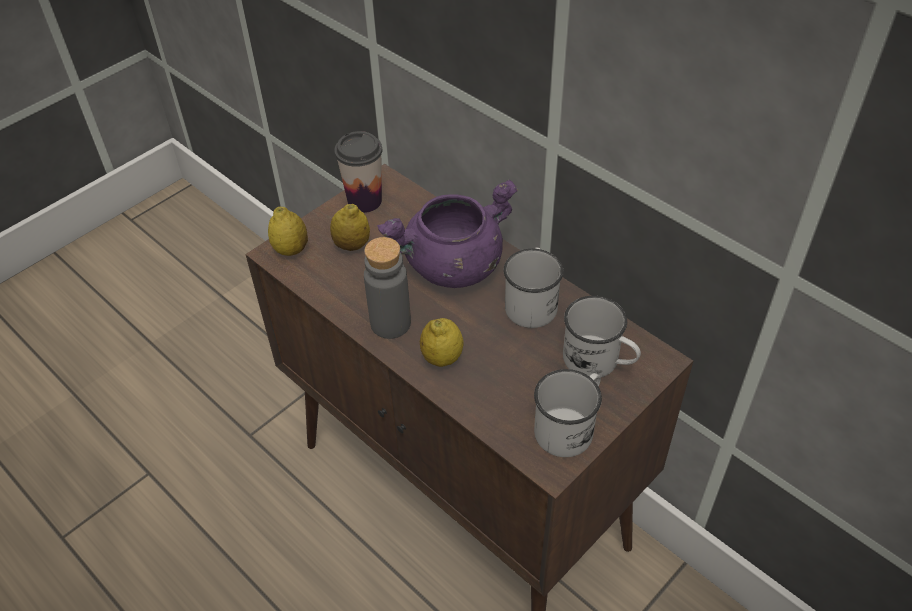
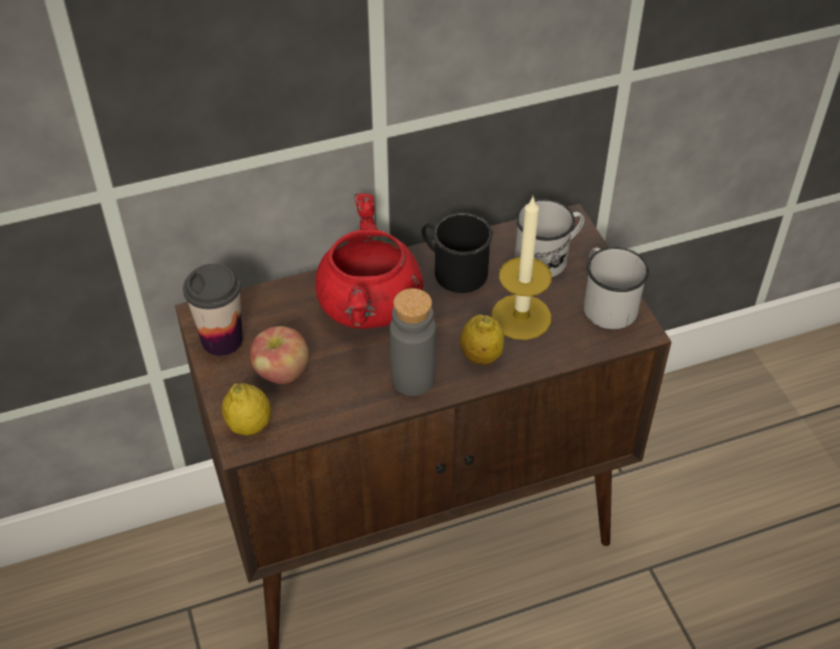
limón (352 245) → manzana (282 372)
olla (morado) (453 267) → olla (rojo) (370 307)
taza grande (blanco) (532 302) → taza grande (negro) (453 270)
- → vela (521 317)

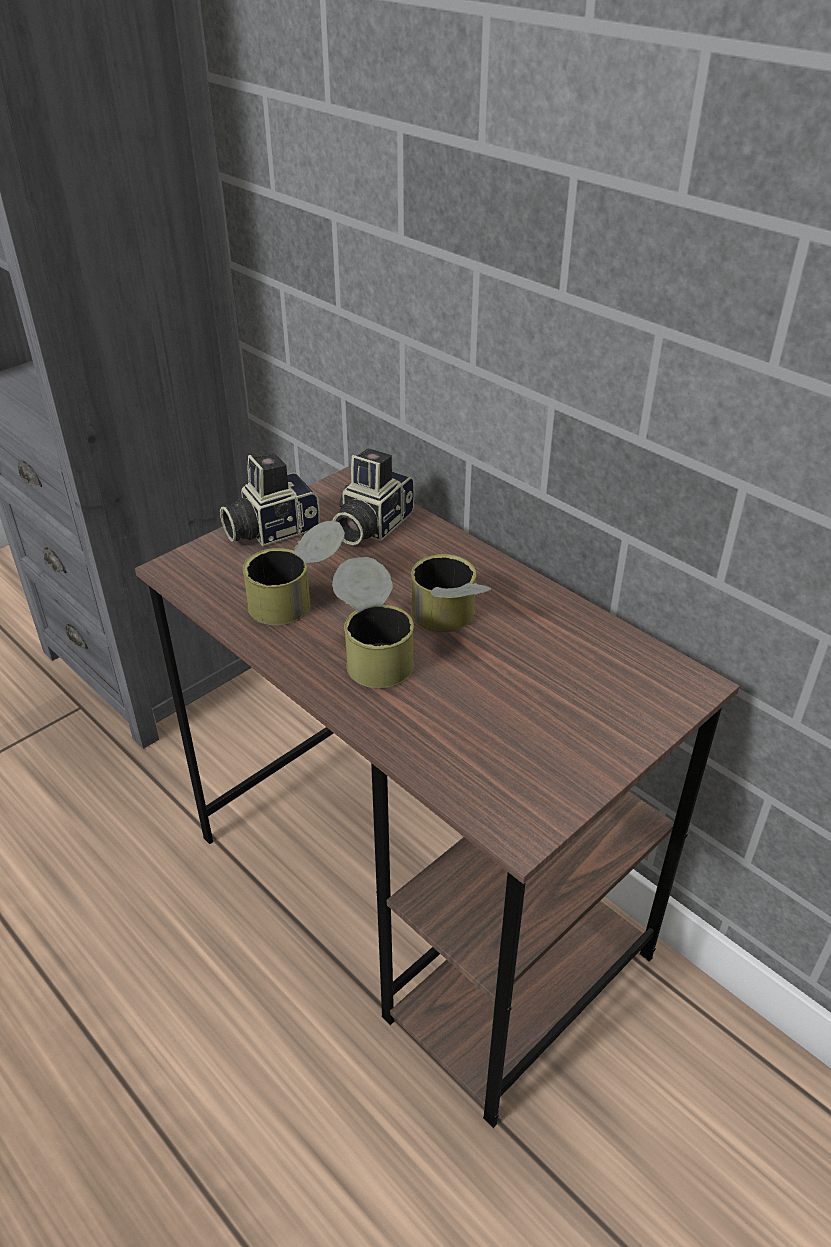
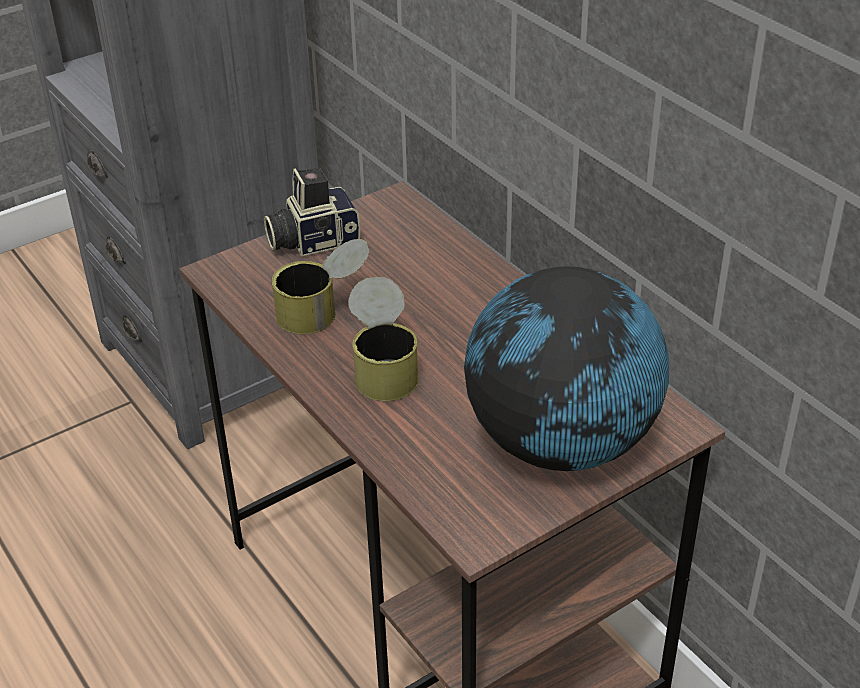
cámara (370 525) → -
lata (448 624) → -
- → globo terráqueo (561 443)

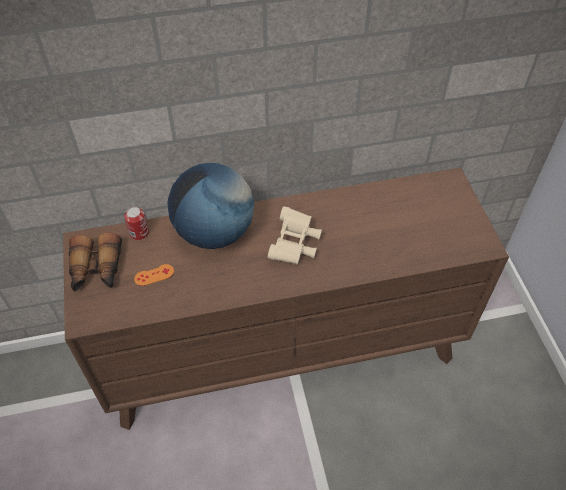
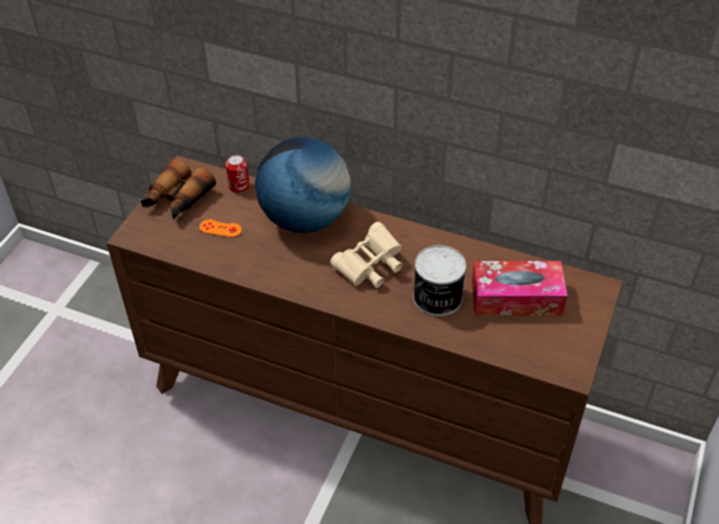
- → lata (437 298)
- → caja de pañuelos (516 297)

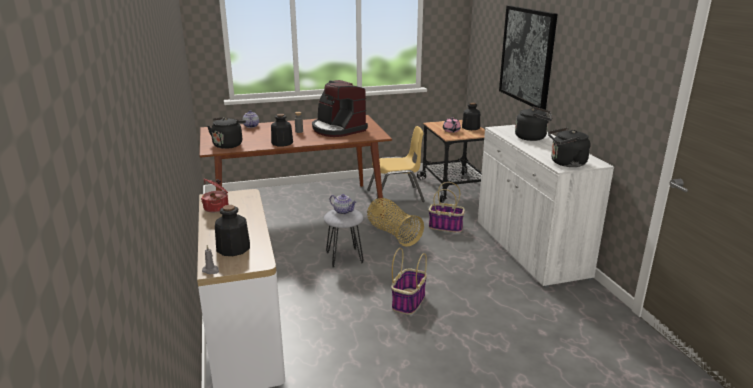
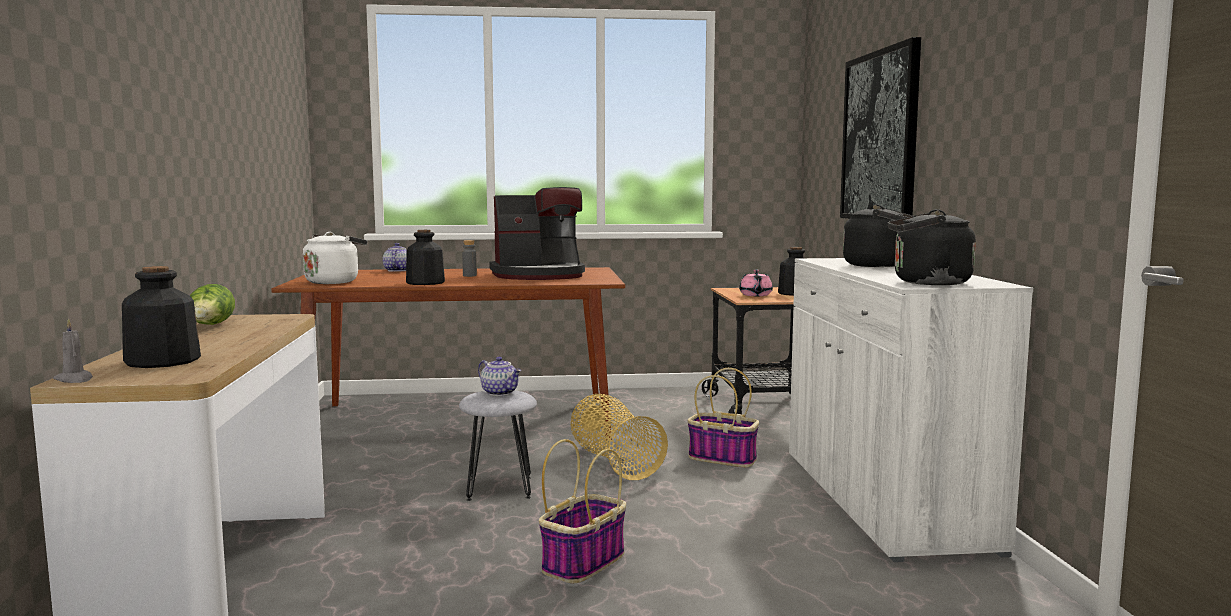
olla (217 208) → lechuga (210 326)
hervidor (negro) (228 145) → hervidor (blanco) (334 282)
cafetera (338 129) → cafetera (539 275), 75 degrees counterclockwise
silla (amarillo) (396 196) → -

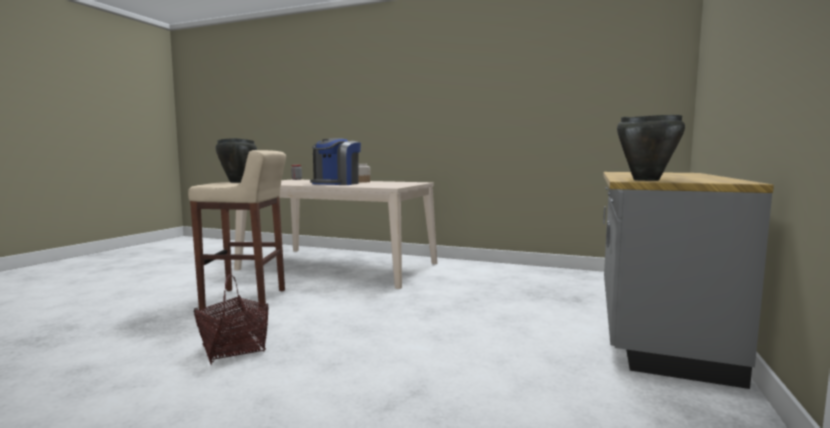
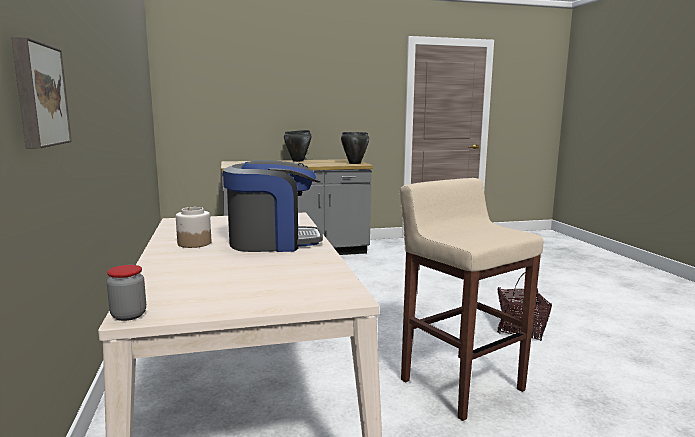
olla (negro) (237 182) → olla (negro) (298 161), shifted
- → cuadro (38 95)

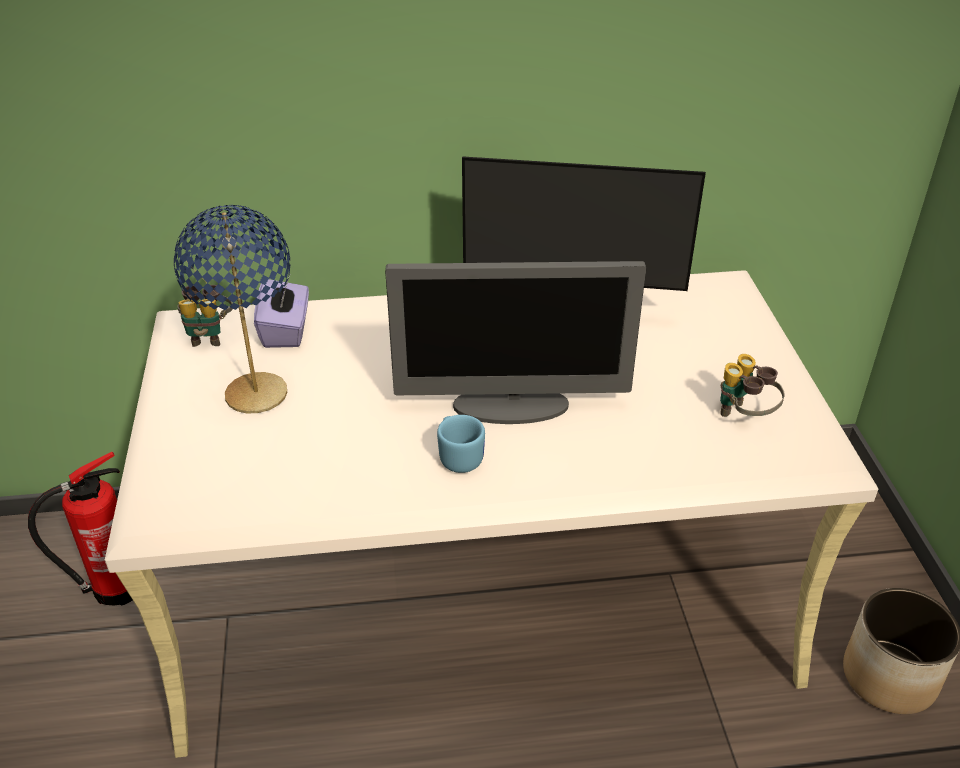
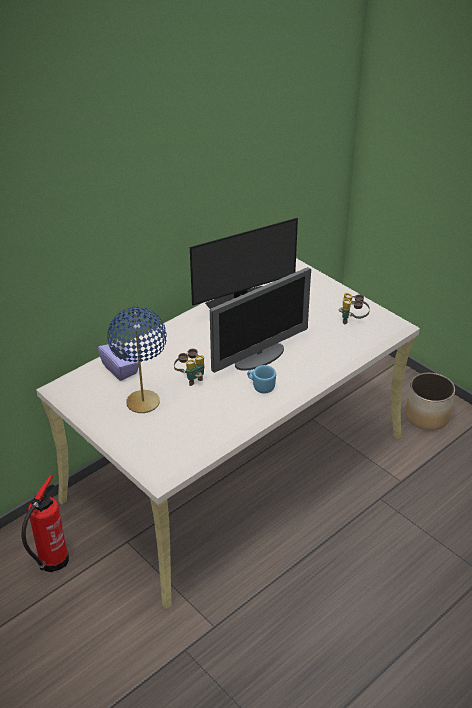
prismáticos (208 336) → prismáticos (191 378), shifted

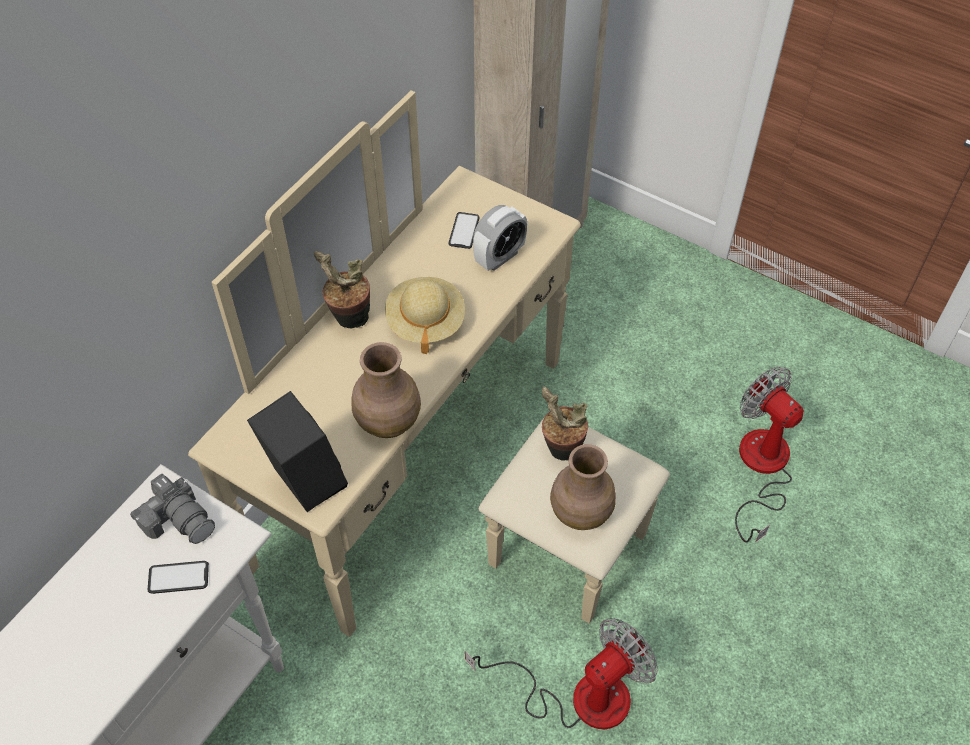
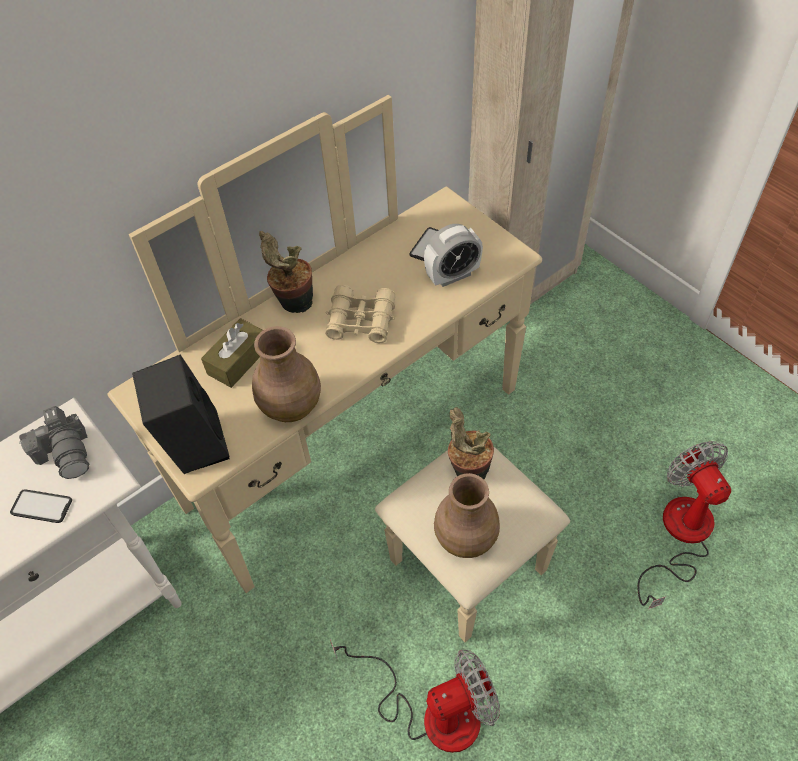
sombrero (beis) (425 322) → prismáticos (beis) (361 321)
- → caja de pañuelos (marrón) (238 360)

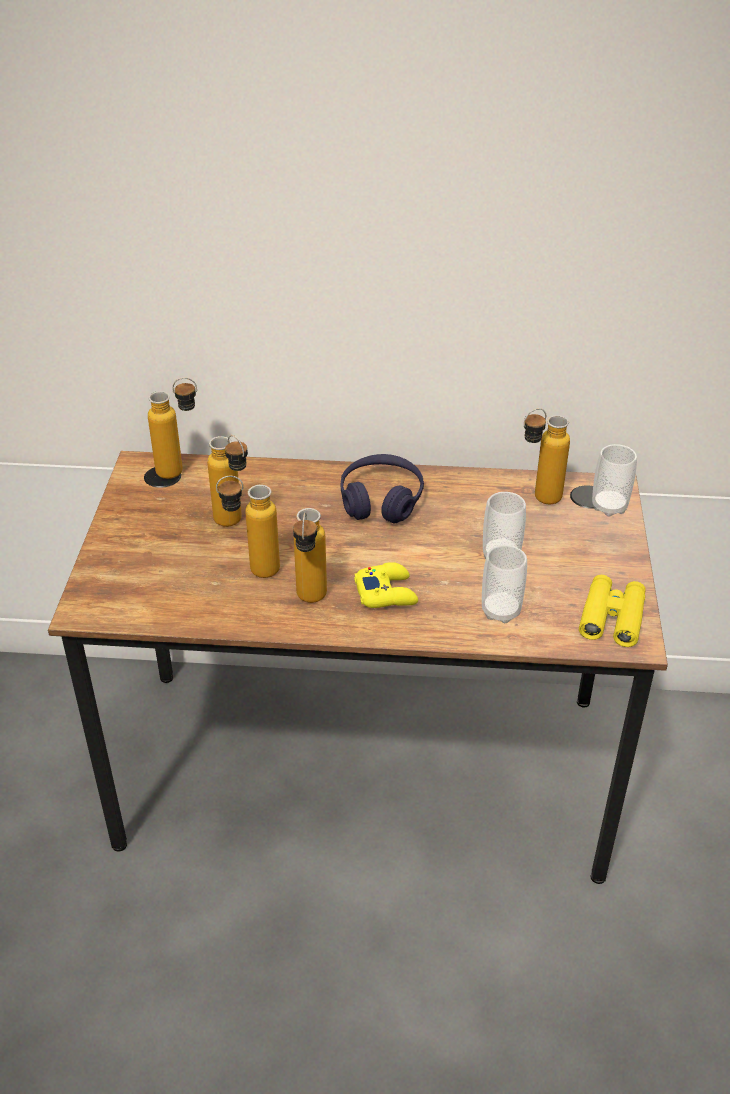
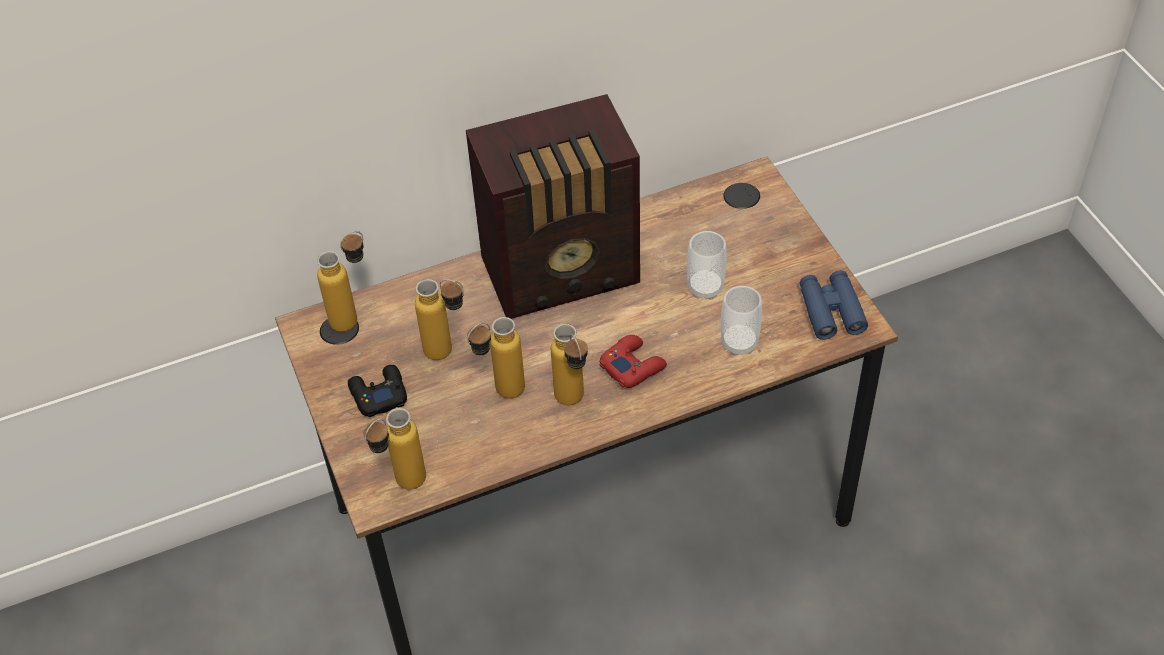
auriculares (morado) (381 500) → radio (564 272)
mando de consola (amarillo) (386 592) → mando de consola (rojo) (632 366)
botella (537 500) → botella (401 486), shifted
prismáticos (amarillo) (612 617) → prismáticos (azul) (831 310)
taza (609 506) → -
- → mando de consola (negro) (378 394)

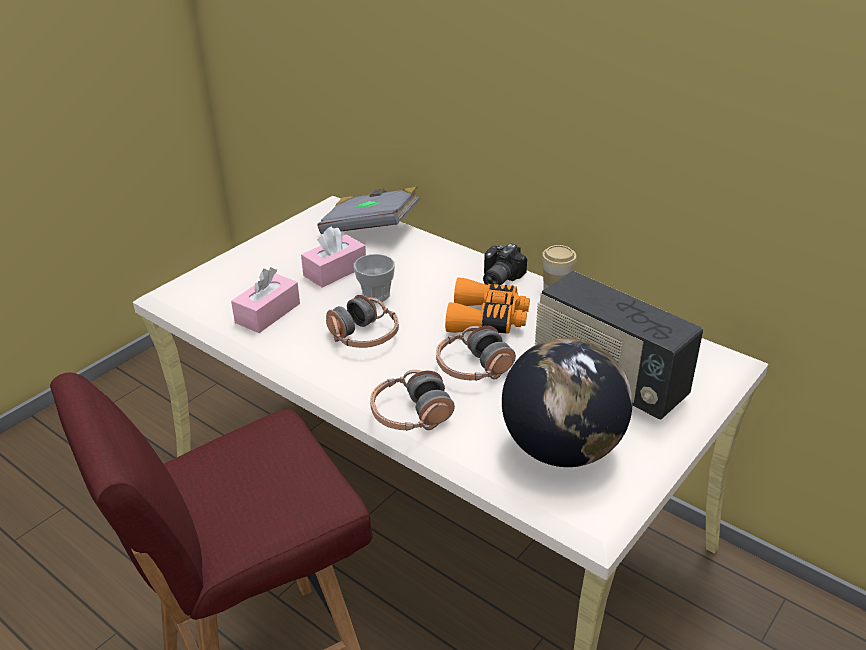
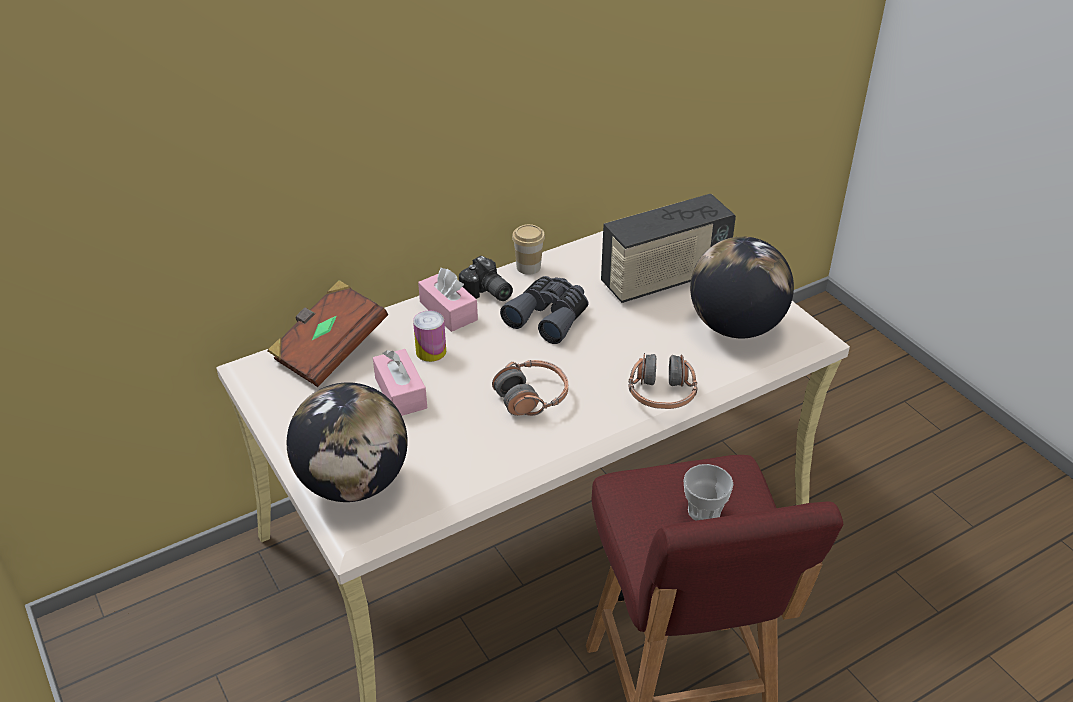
caja de pañuelos (rosa) (268 313) → caja de pañuelos (rosa) (448 311), shifted
libro (gris) (370 228) → libro (marrón) (329 350)
taza (376 295) → taza (704 511), shifted
auriculares (473 367) → -
prismáticos (naranja) (487 319) → prismáticos (gris) (549 316)
- → globo terráqueo (353 483)
- → lata (431 351)

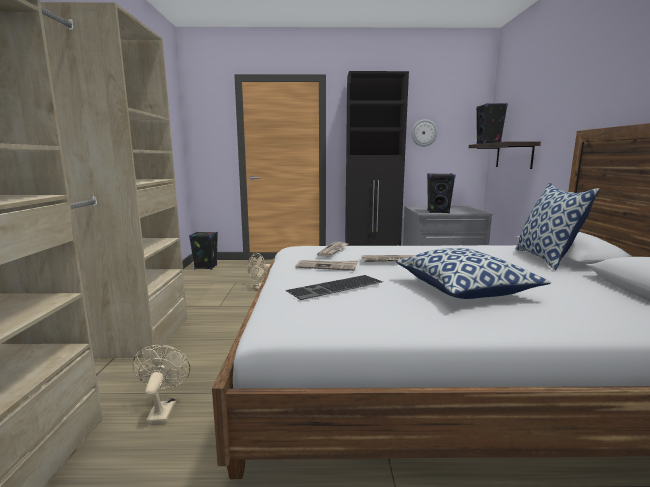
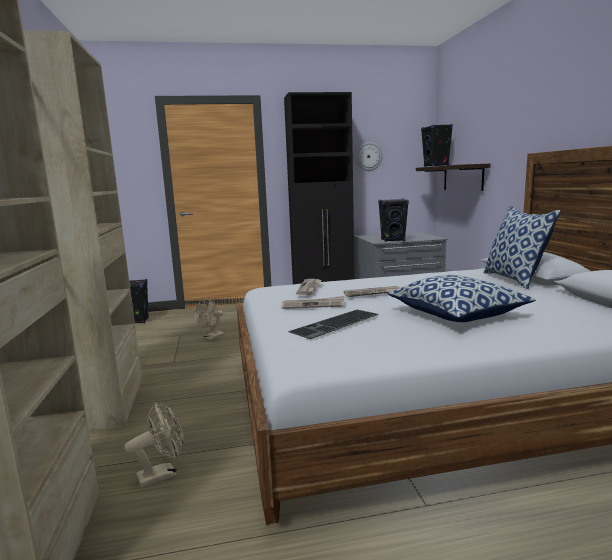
ventilador (beis) (163 410) → ventilador (beis) (163 474), 75 degrees clockwise

